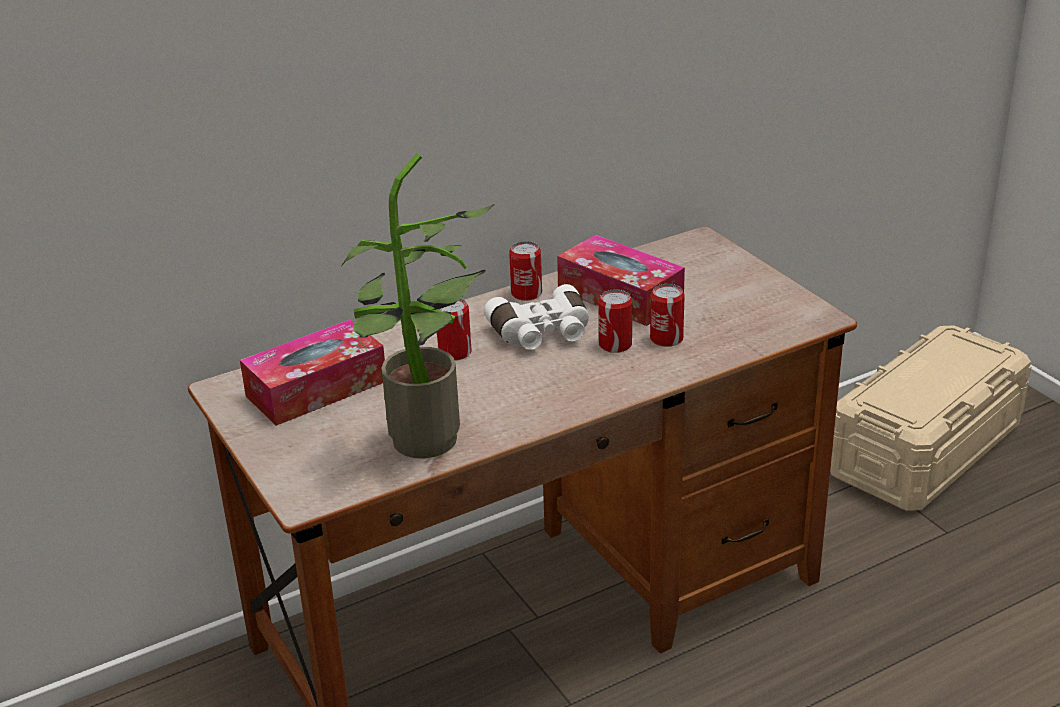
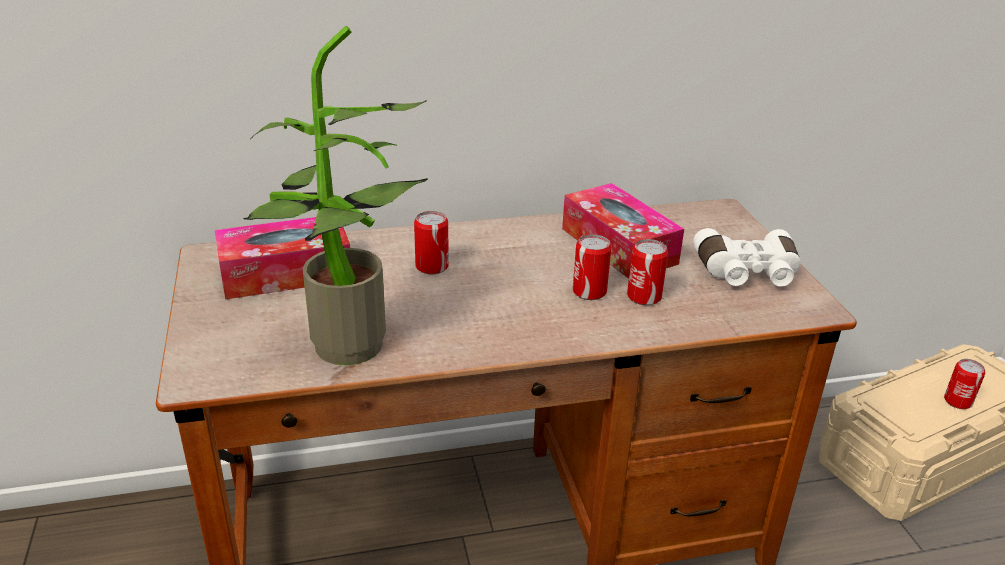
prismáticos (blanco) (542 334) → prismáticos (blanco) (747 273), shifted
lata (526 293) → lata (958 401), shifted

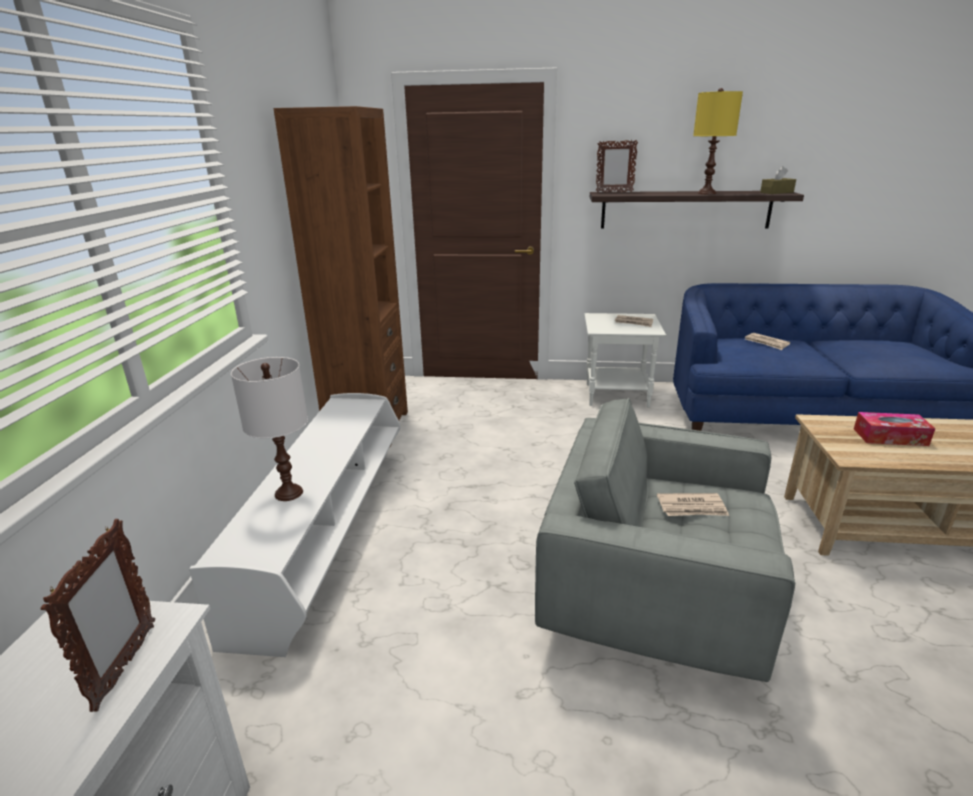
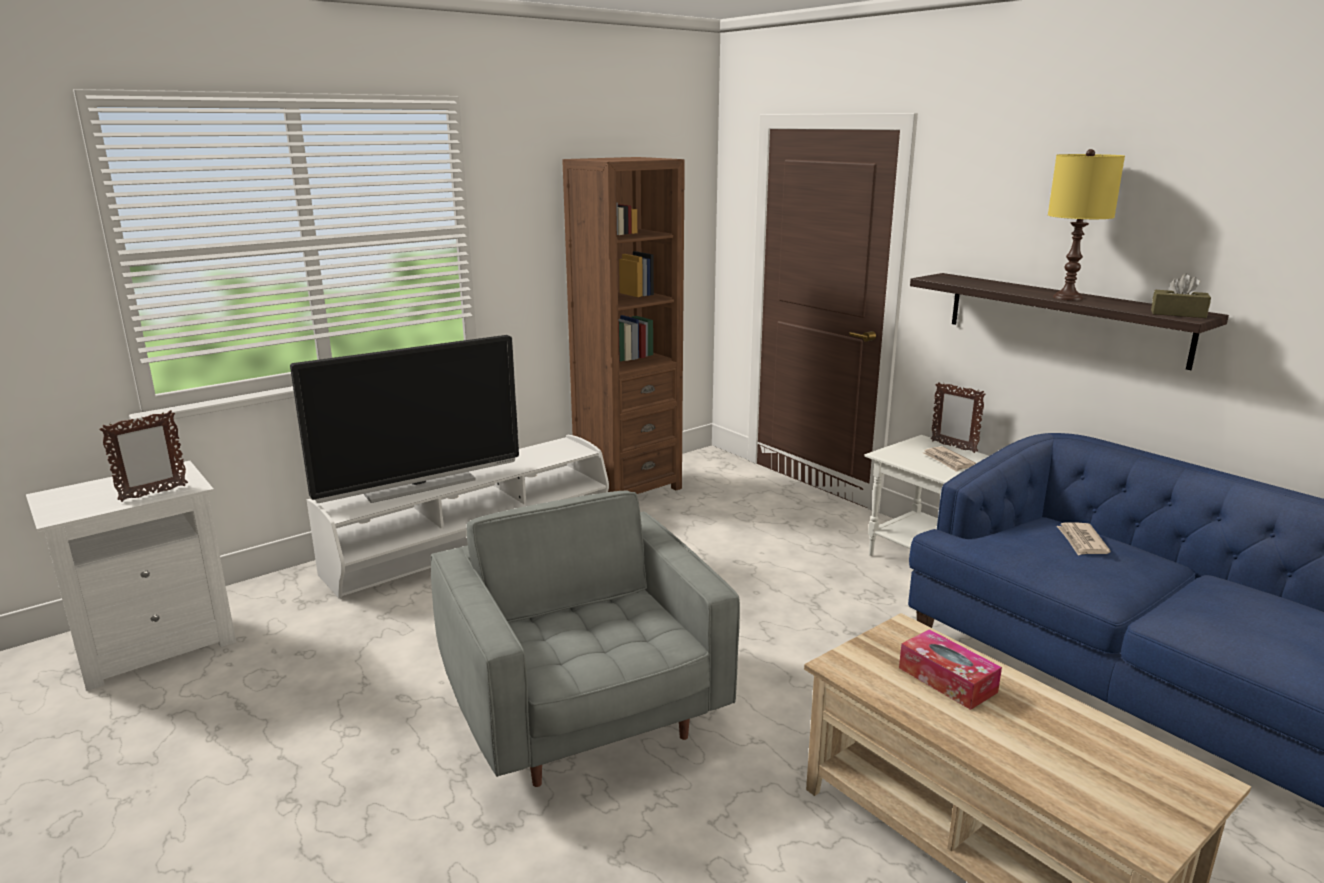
lámpara de mesa (blanco) (288 493) → televisor (419 485)
portarretratos (614 192) → portarretratos (953 447), shifted
periódico (692 507) → -

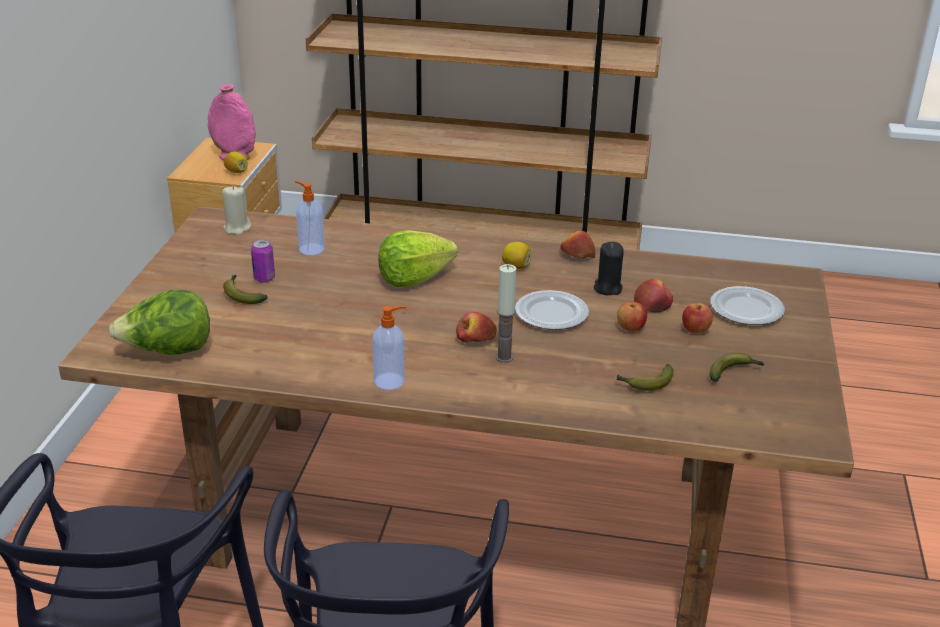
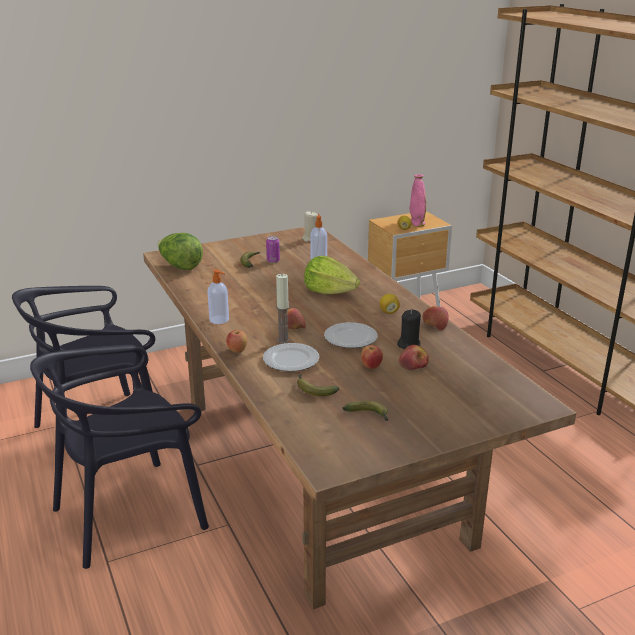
manzana (695 330) → manzana (237 350), shifted
plato (746 310) → plato (290 360), shifted

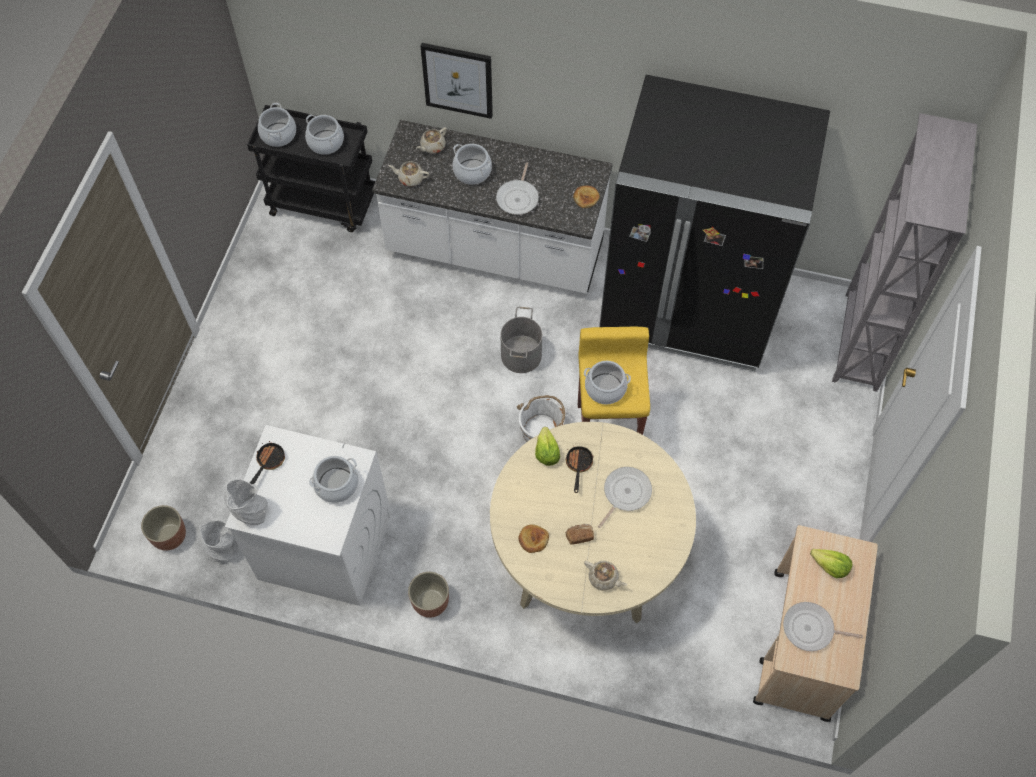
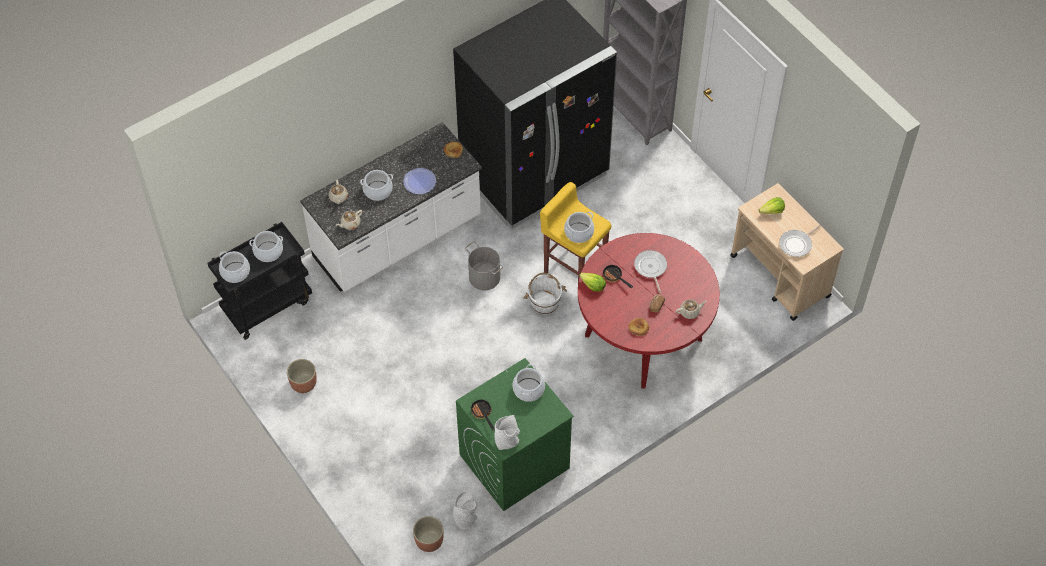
lavadora (blanco) (324 546) → lavadora (verde) (514 462)
maceta (430 602) → maceta (303 383), shifted
cuadro (458 80) → -
mesa de comedor (beis) (586 559) → mesa de comedor (rojo) (643 337)
sartén (518 198) → plato (419 181)

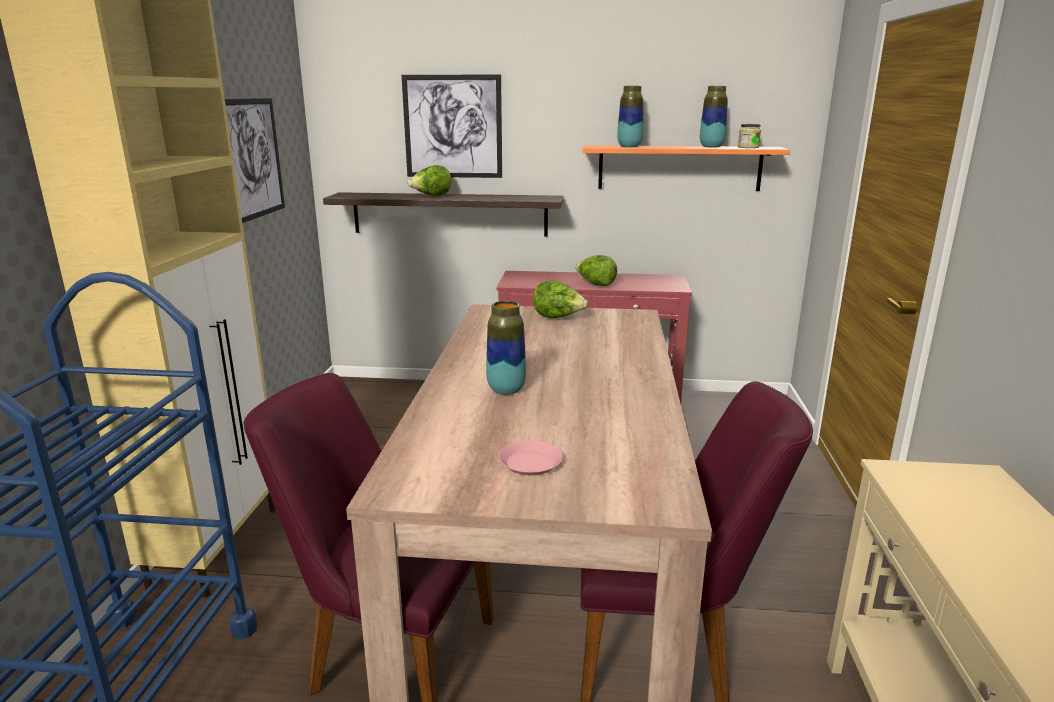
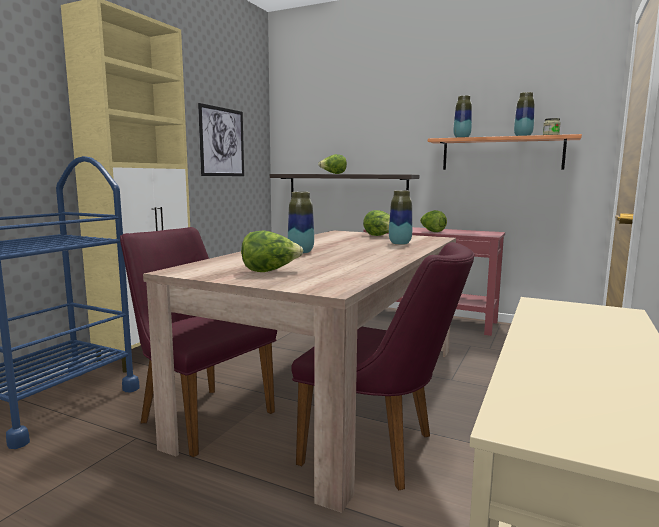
cuadro (453 127) → -
plato (rosa) (530 463) → lechuga (270 271)
- → florero (400 243)

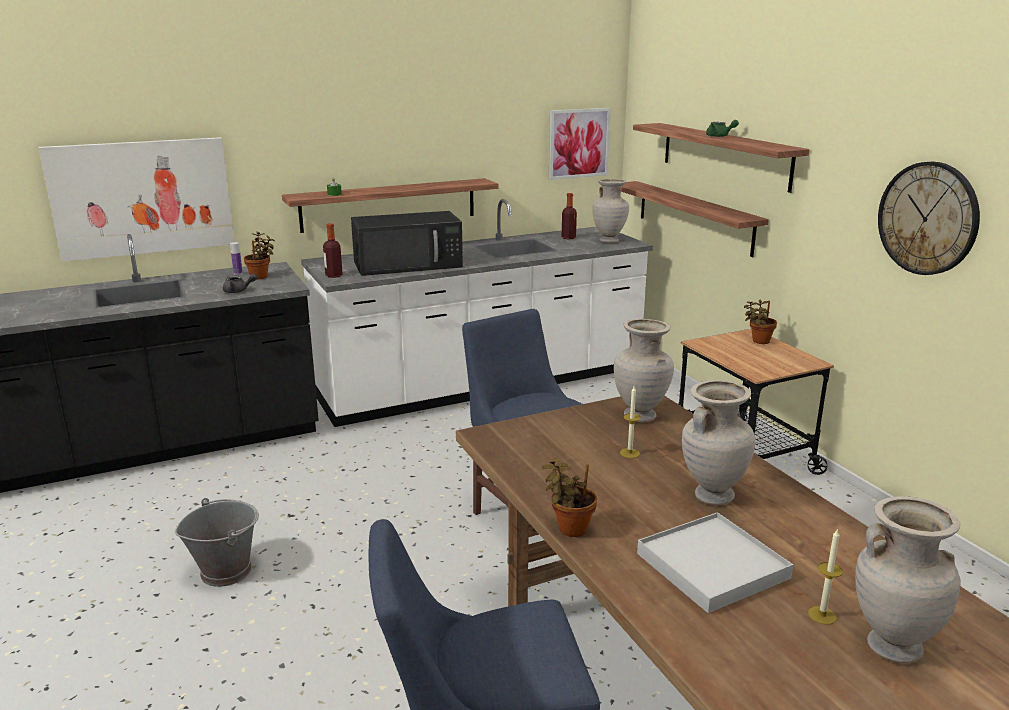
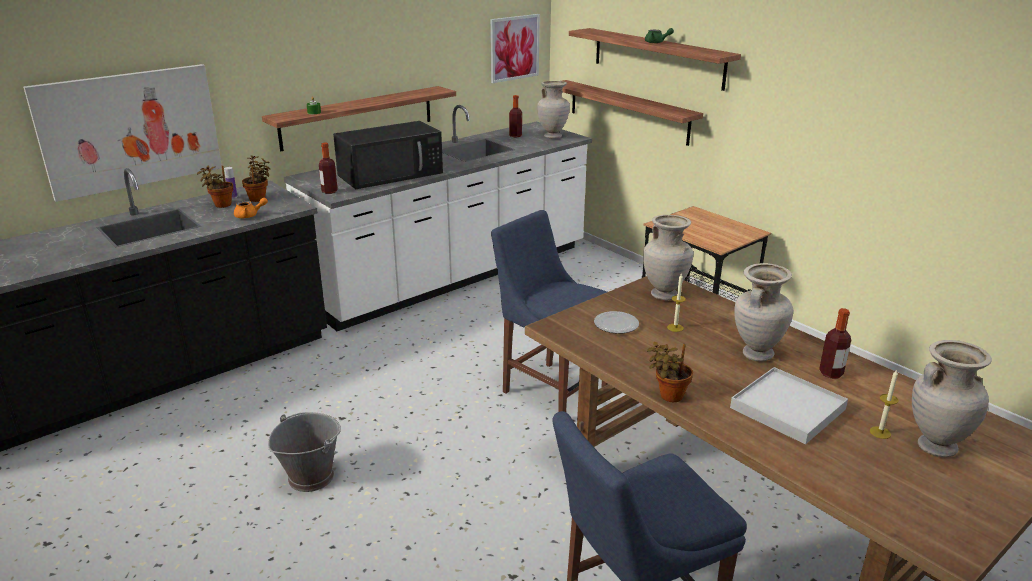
tetera (gris) (238 291) → tetera (naranja) (249 215)
planta en maceta (758 341) → planta en maceta (221 205), shifted
reloj de pared (928 218) → -
- → plato (615 325)
- → botella (831 373)

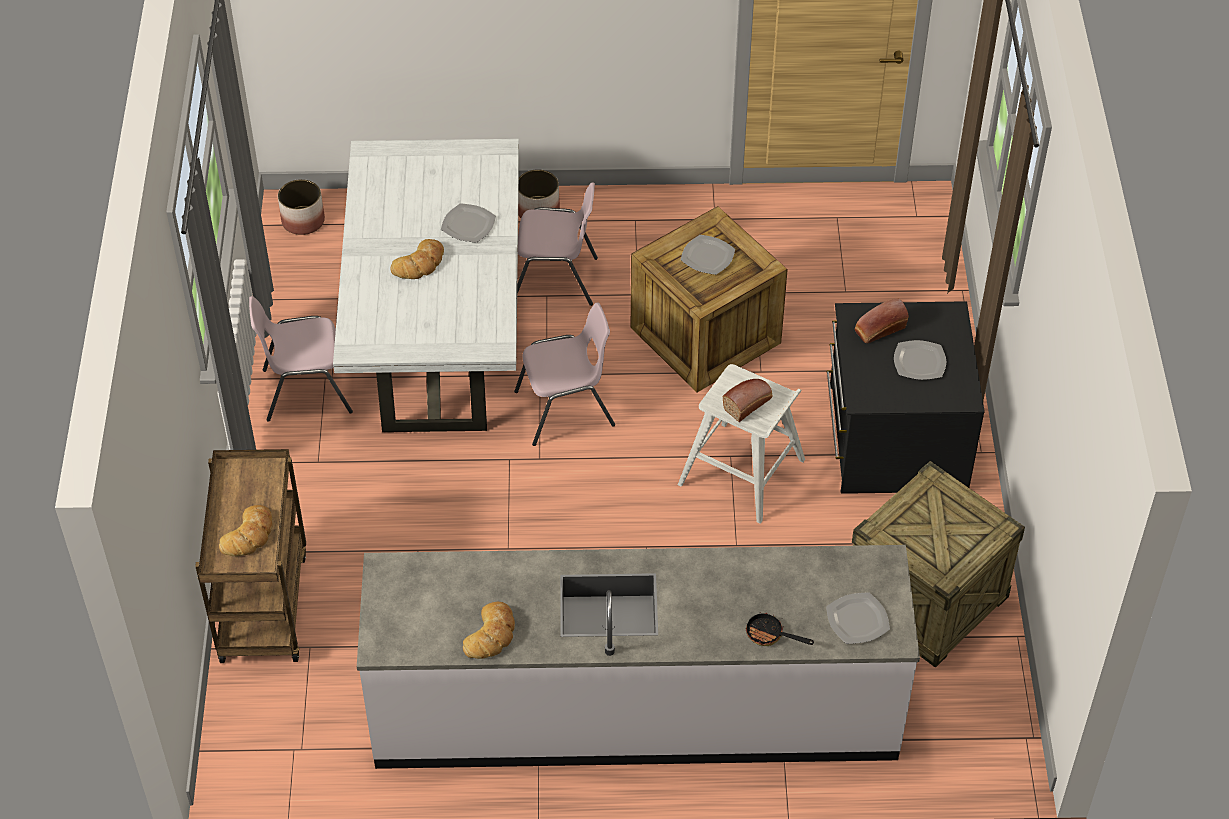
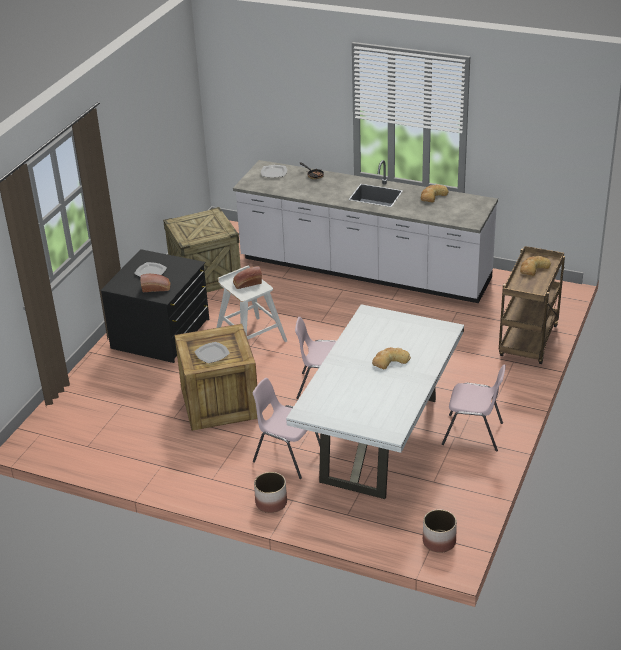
plato (468 225) → -

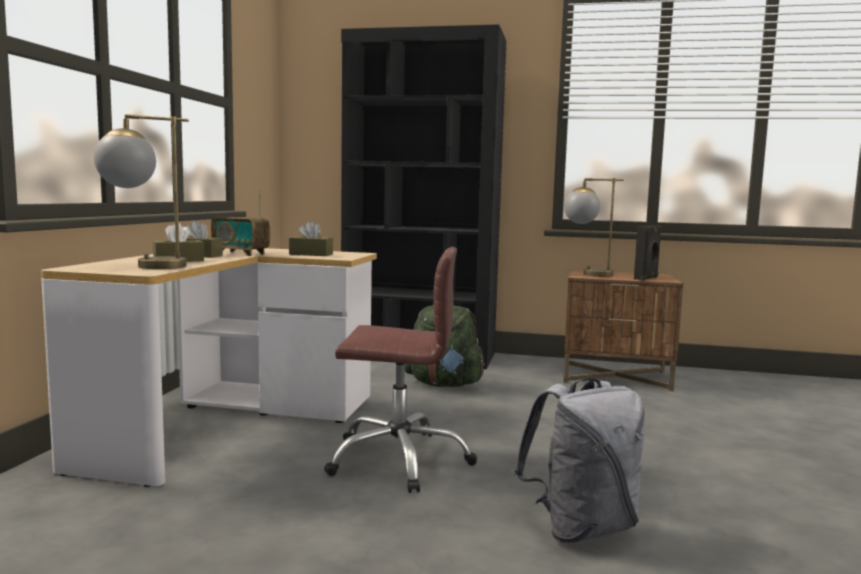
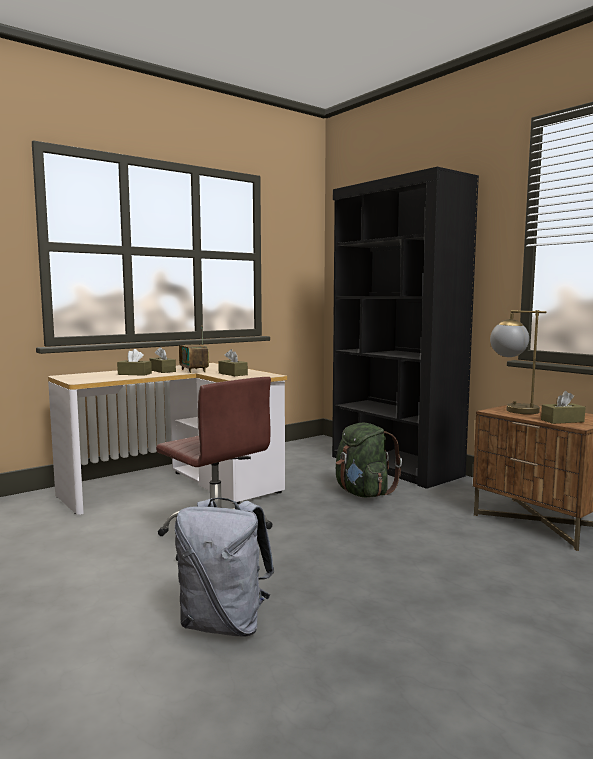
lámpara de mesa (144 267) → -
altavoz (negro) (646 278) → caja de pañuelos (marrón) (562 421)

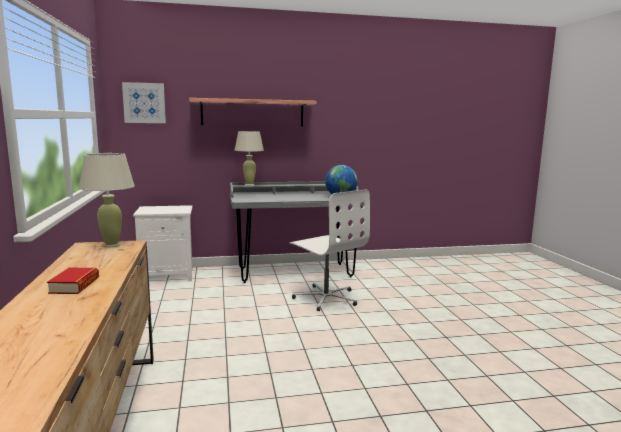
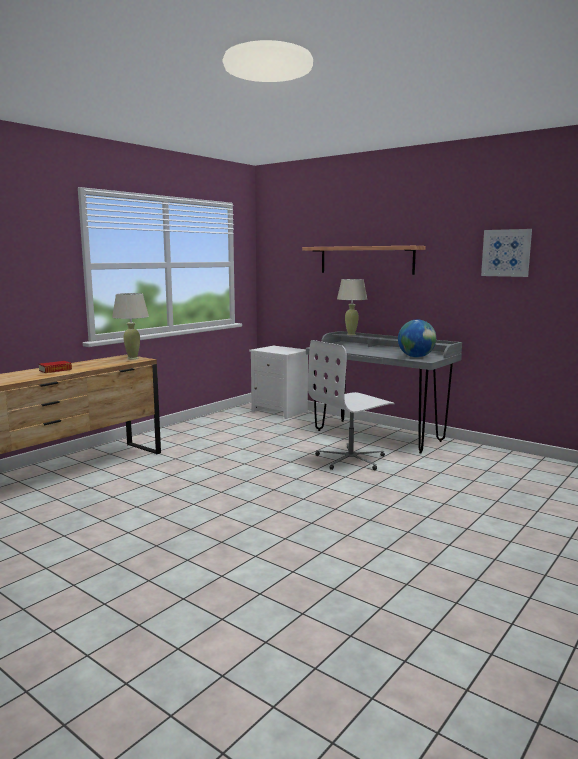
cuadro (144 103) → cuadro (506 253), shifted
silla de oficina (blanco) (326 298) → silla de oficina (blanco) (351 459), 45 degrees clockwise

